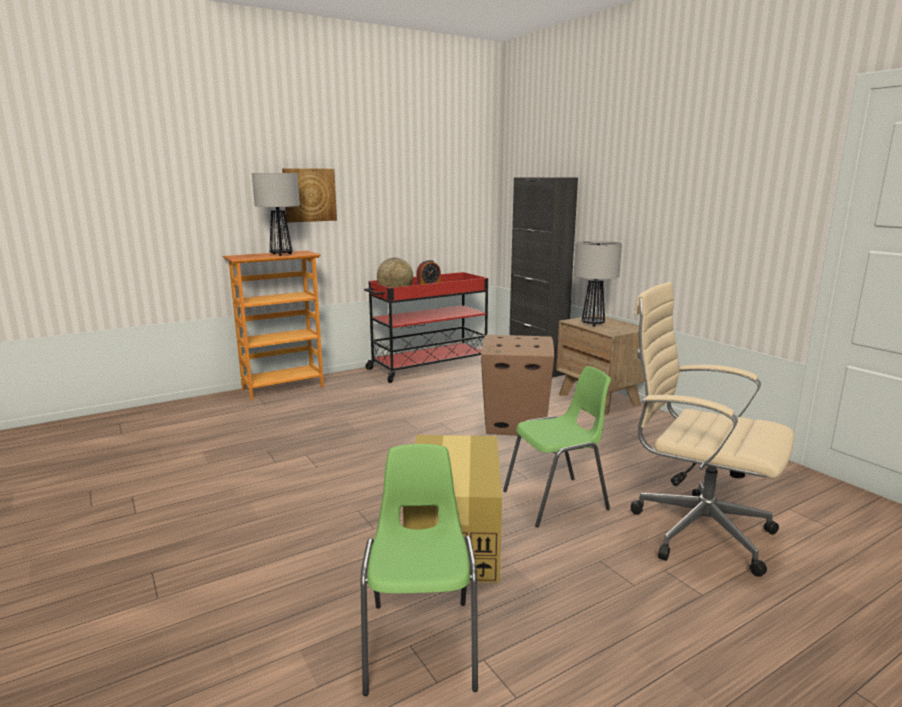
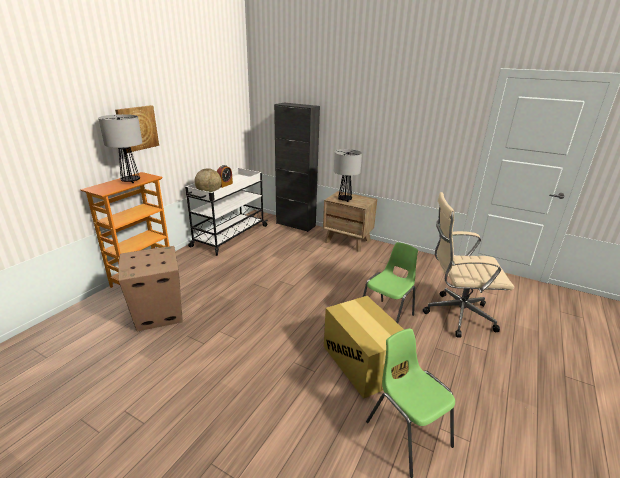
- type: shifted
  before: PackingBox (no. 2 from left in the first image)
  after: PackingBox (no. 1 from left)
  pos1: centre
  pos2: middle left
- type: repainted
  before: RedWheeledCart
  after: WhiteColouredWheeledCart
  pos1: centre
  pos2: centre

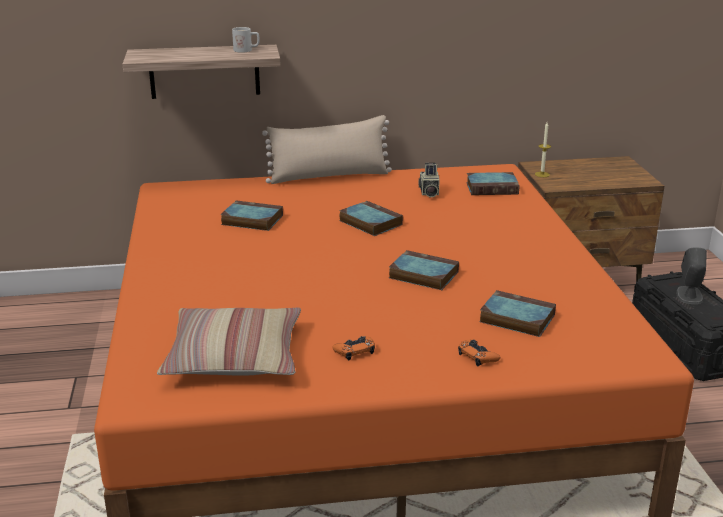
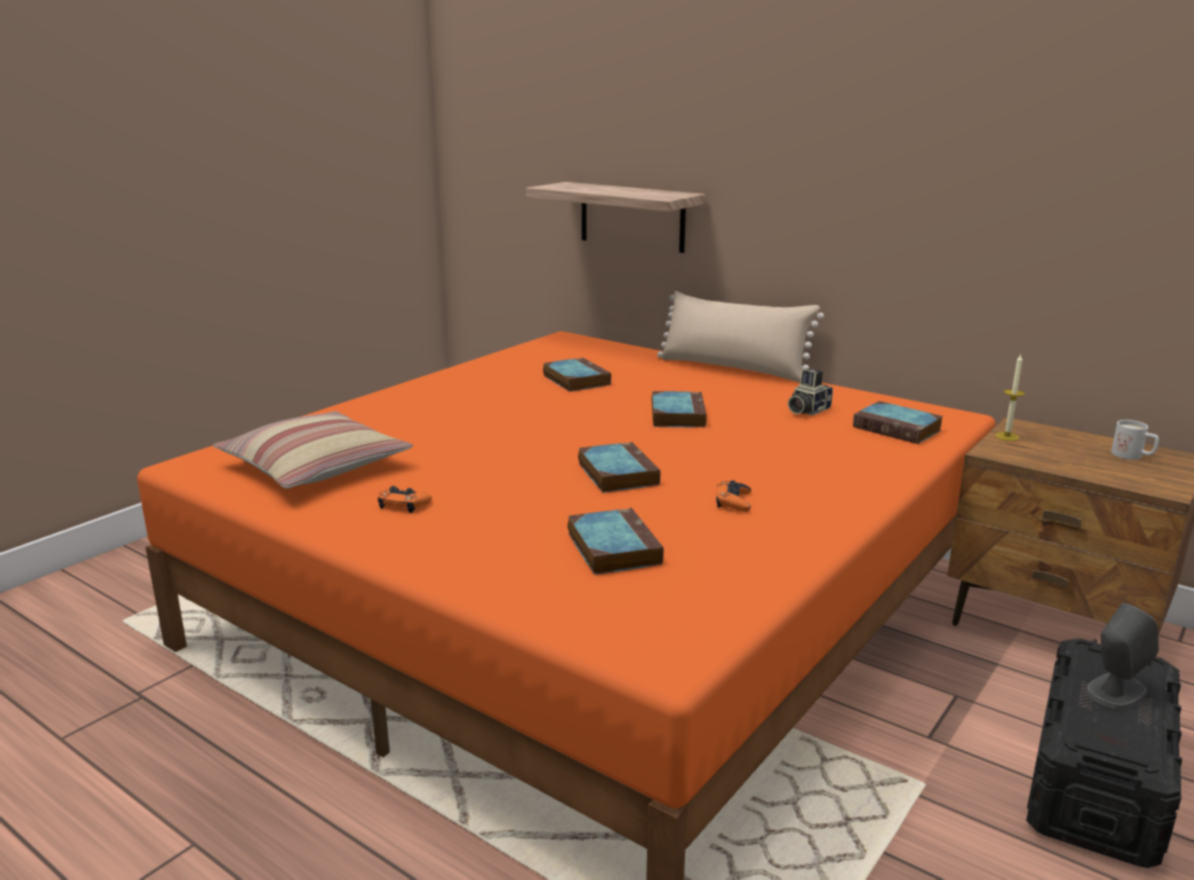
- type: shifted
  before: OrangeGamepad (no. 2 from left)
  pos1: bottom centre
  pos2: centre
- type: shifted
  before: WhiteColouredCoffeeMug
  pos1: top centre
  pos2: middle right

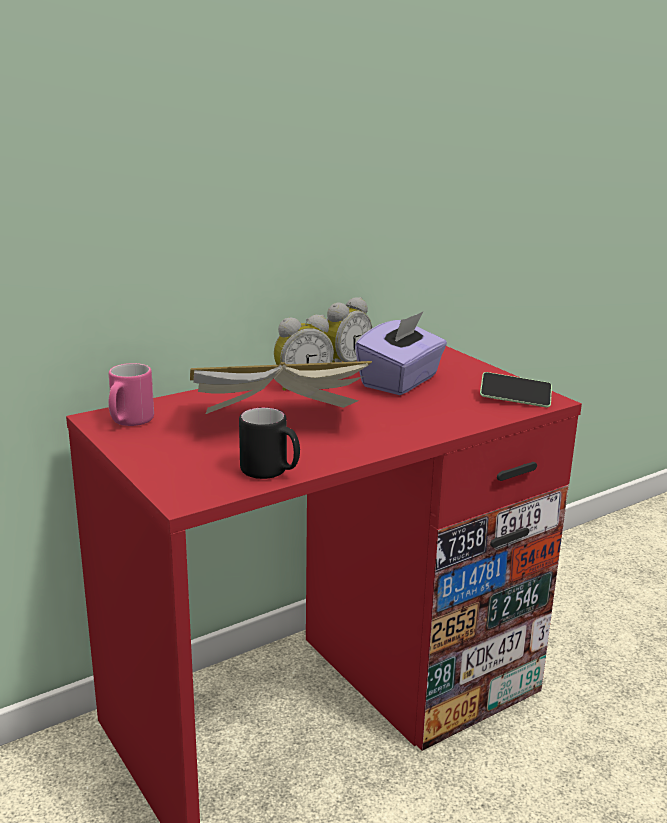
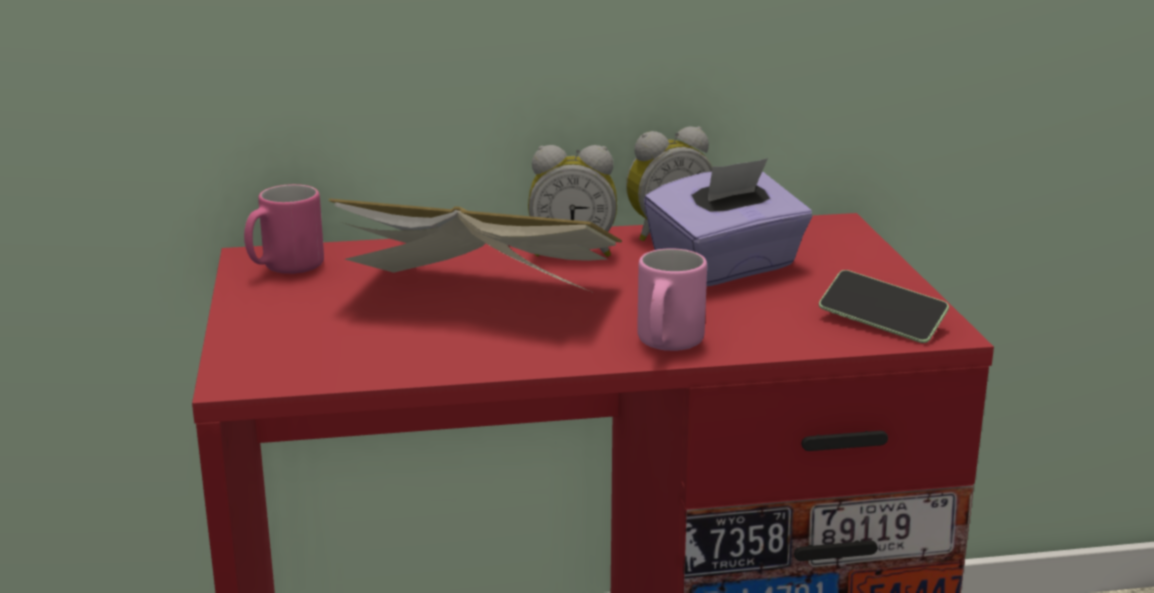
- type: new
  after: PinkColouredCoffeeMug (no. 2 from left)
  pos2: centre
- type: gone
  before: BlackColouredCoffeeMug
  pos1: centre

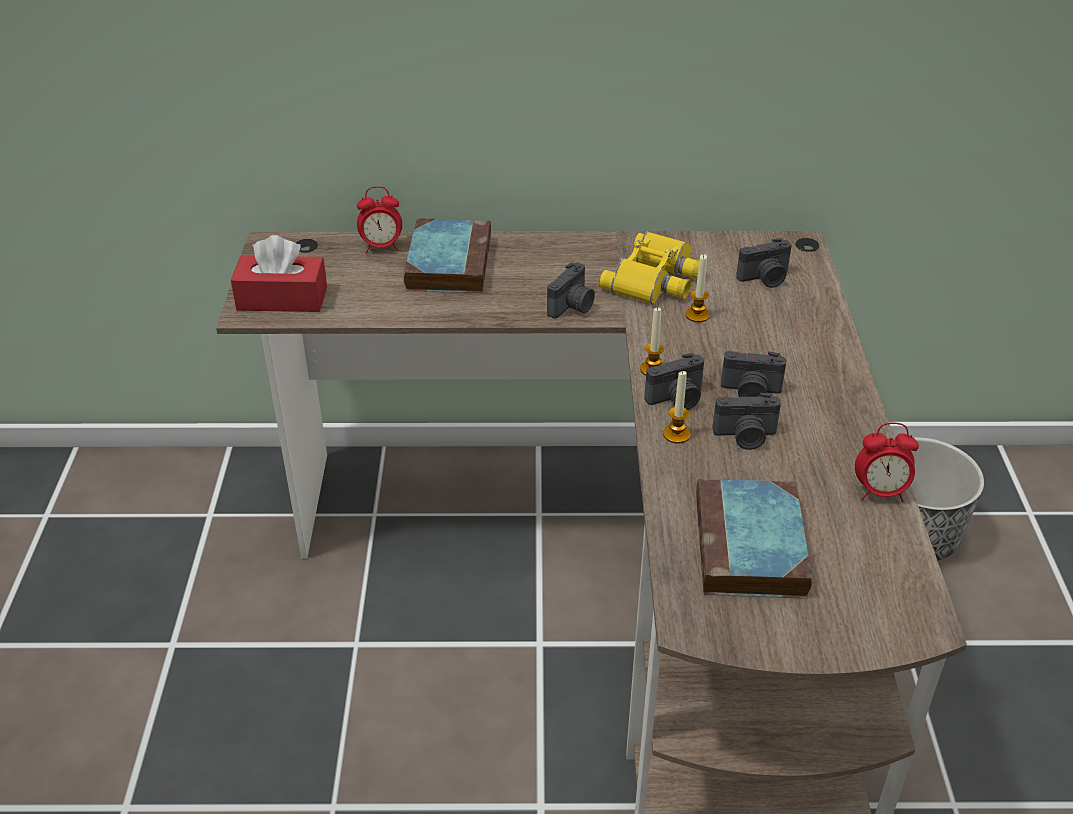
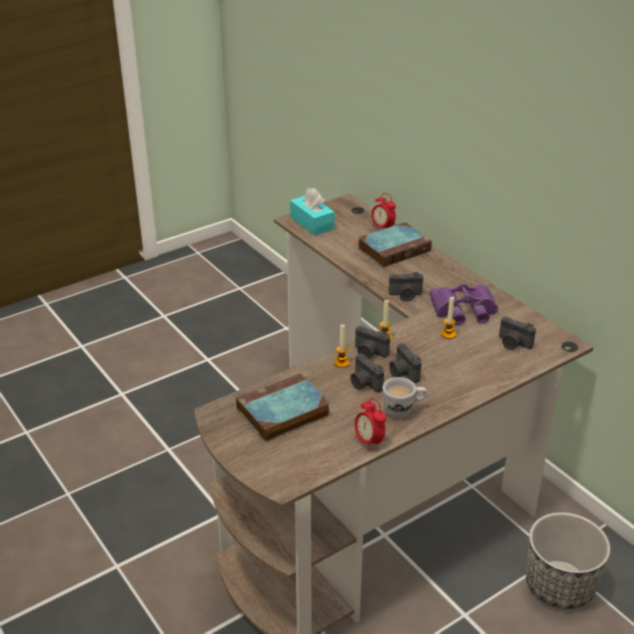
- type: repainted
  before: RedTissueHolder
  after: BlueGreenTissueHolder
  pos1: middle left
  pos2: top centre
- type: new
  after: WhiteColouredCoffeeMug
  pos2: centre
- type: repainted
  before: YellowFieldGlasses
  after: PurpleFieldGlasses
  pos1: top centre
  pos2: middle right

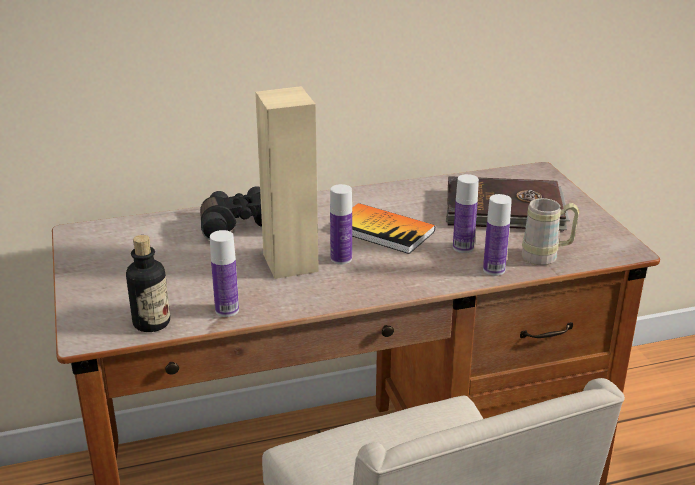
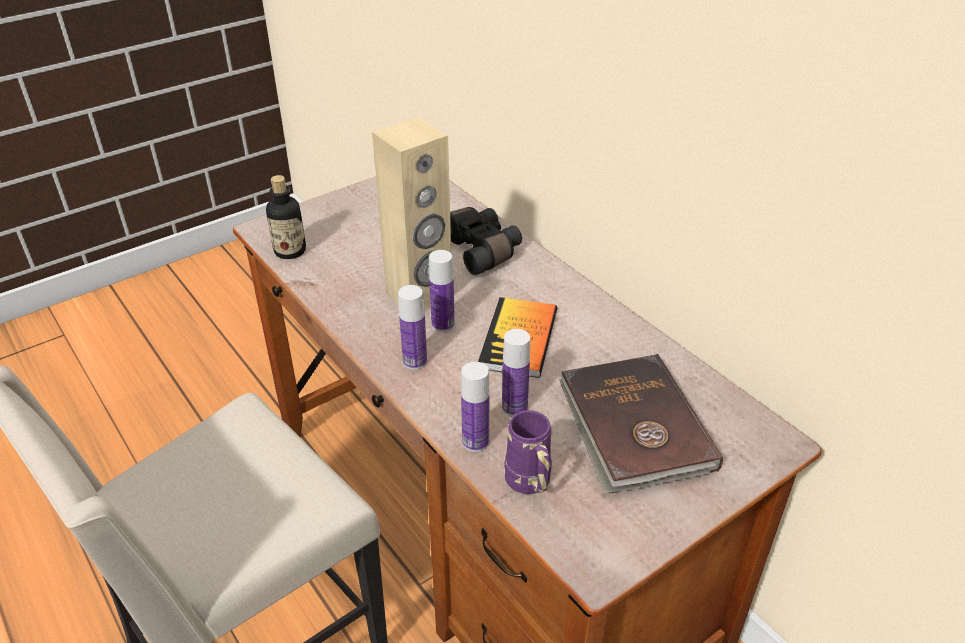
- type: shifted
  before: Bottle (no. 2 from left)
  pos1: middle left
  pos2: centre
- type: repainted
  before: BeigeColouredCoffeeMug
  after: PurpleCoffeeMug
  pos1: middle right
  pos2: bottom centre

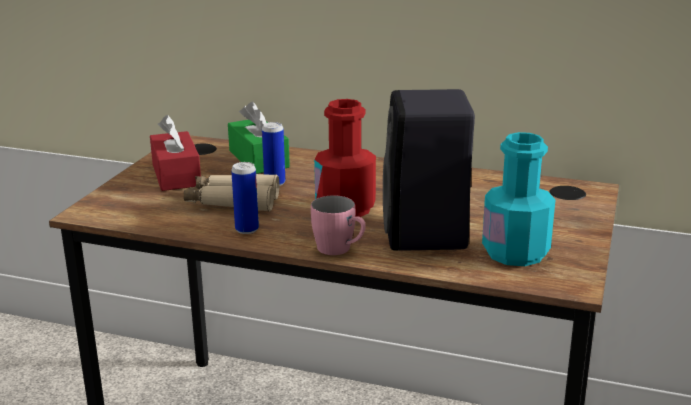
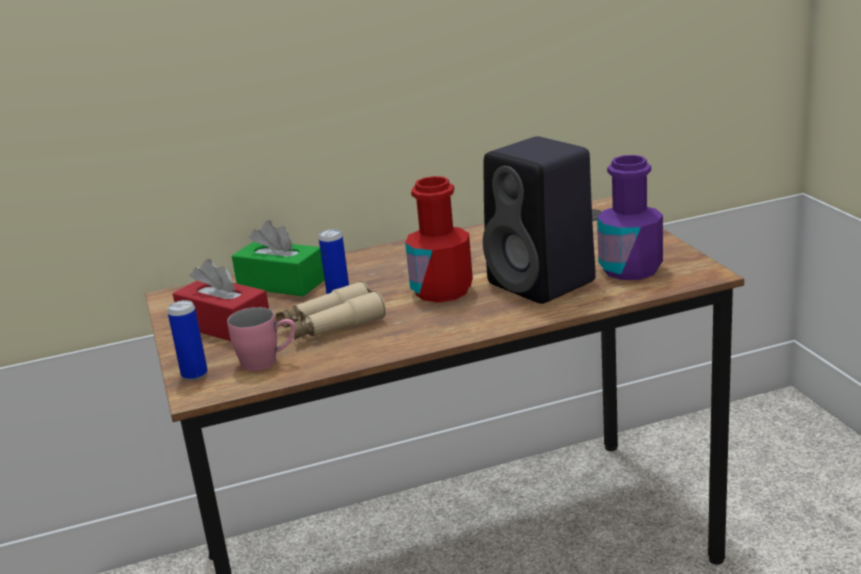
- type: shifted
  before: MetalCan (no. 1 from left)
  pos1: centre
  pos2: middle left
- type: shifted
  before: PinkColouredCoffeeMug
  pos1: centre
  pos2: middle left
- type: repainted
  before: BlueGreenBottle
  after: PurpleBottle
  pos1: middle right
  pos2: middle right

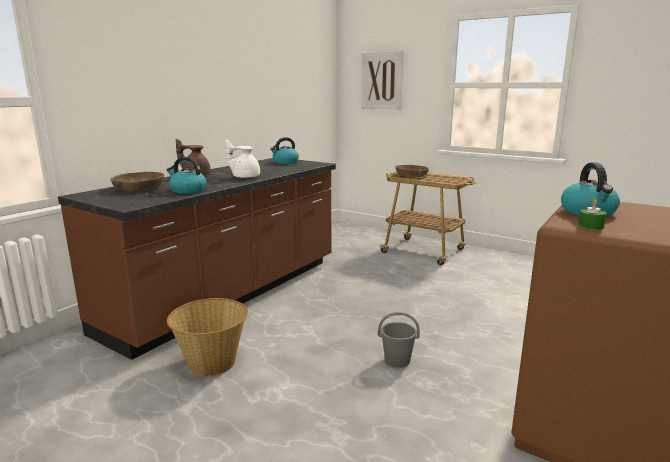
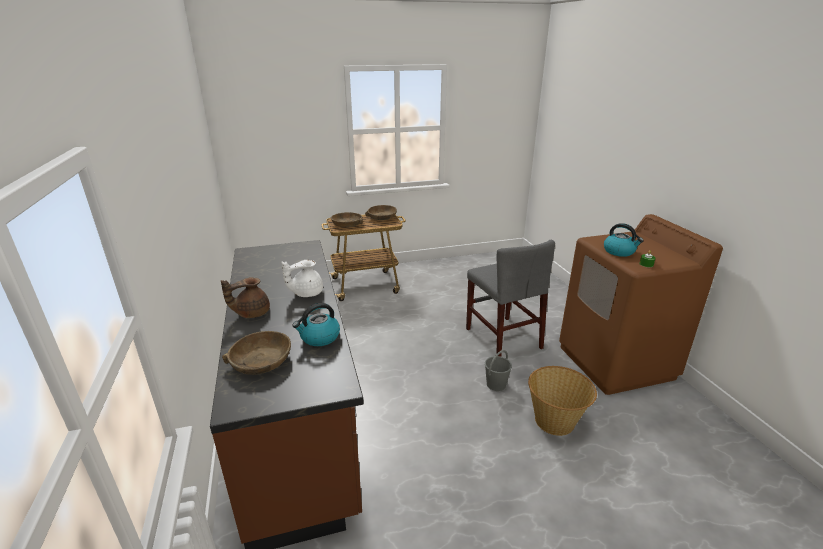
- type: new
  after: BrownServingBowl (no. 3 from left)
  pos2: centre
- type: new
  after: GreyPlainChair
  pos2: centre
- type: shifted
  before: StorageBasket
  pos1: bottom left
  pos2: bottom right
- type: gone
  before: Kettle (no. 2 from left)
  pos1: top centre
- type: gone
  before: Picture
  pos1: top centre

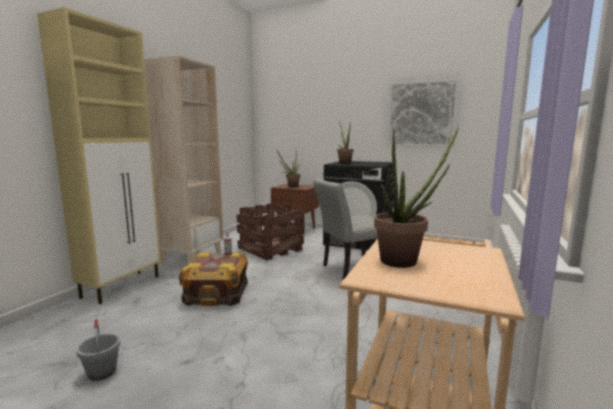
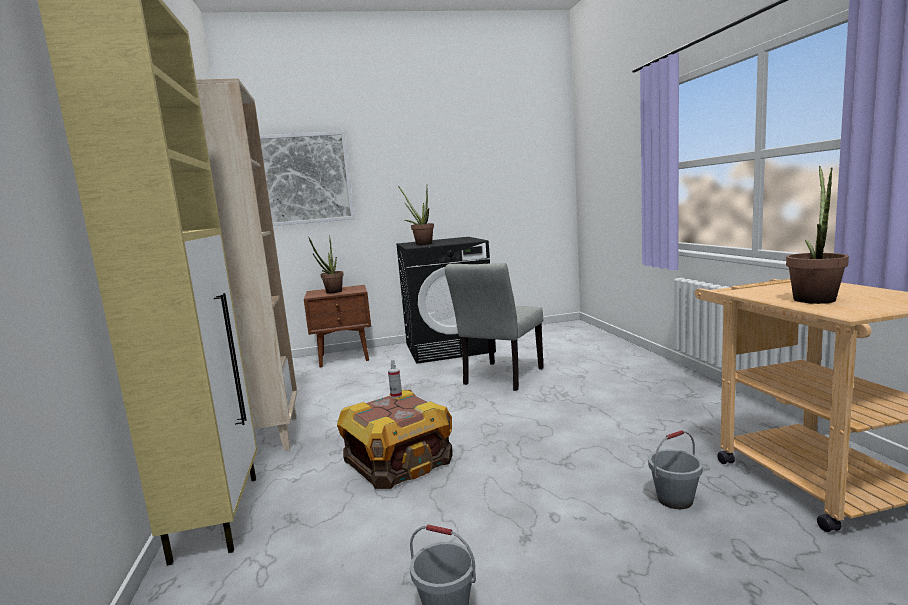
- type: shifted
  before: Picture
  pos1: top right
  pos2: top centre
- type: new
  after: GreyBucket (no. 2 from left)
  pos2: bottom right
- type: gone
  before: Crate (no. 2 from left)
  pos1: centre

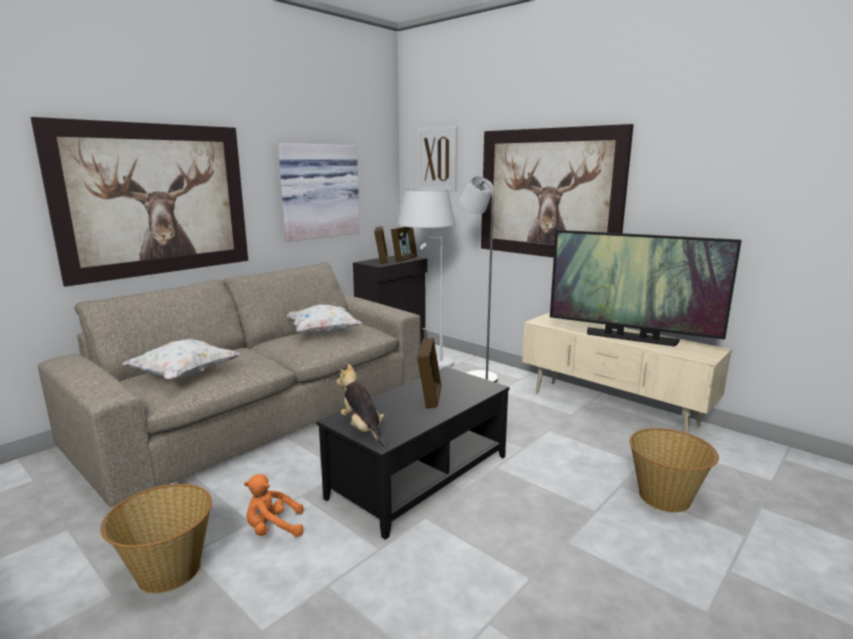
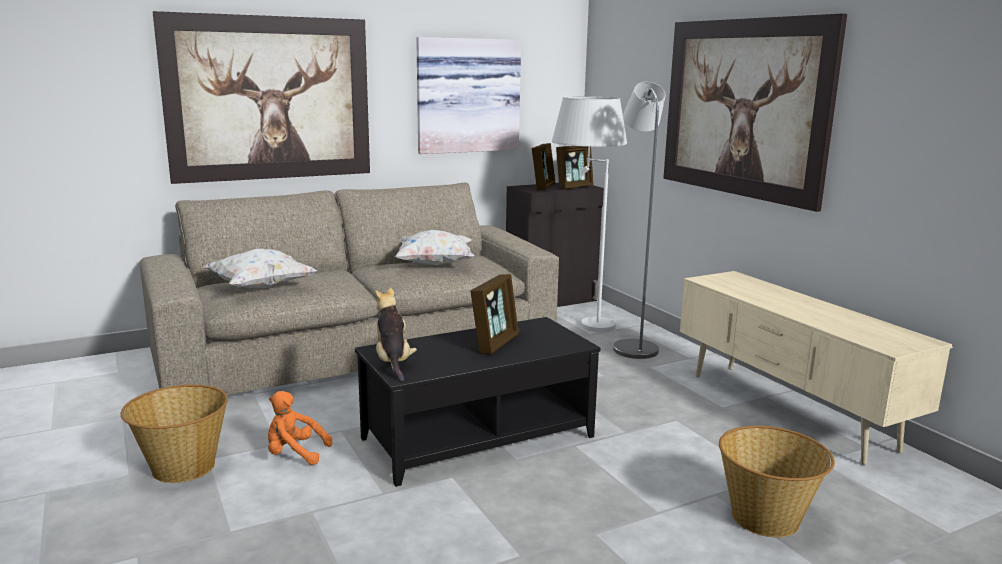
- type: gone
  before: Picture (no. 3 from left)
  pos1: top centre
- type: gone
  before: Television
  pos1: middle right

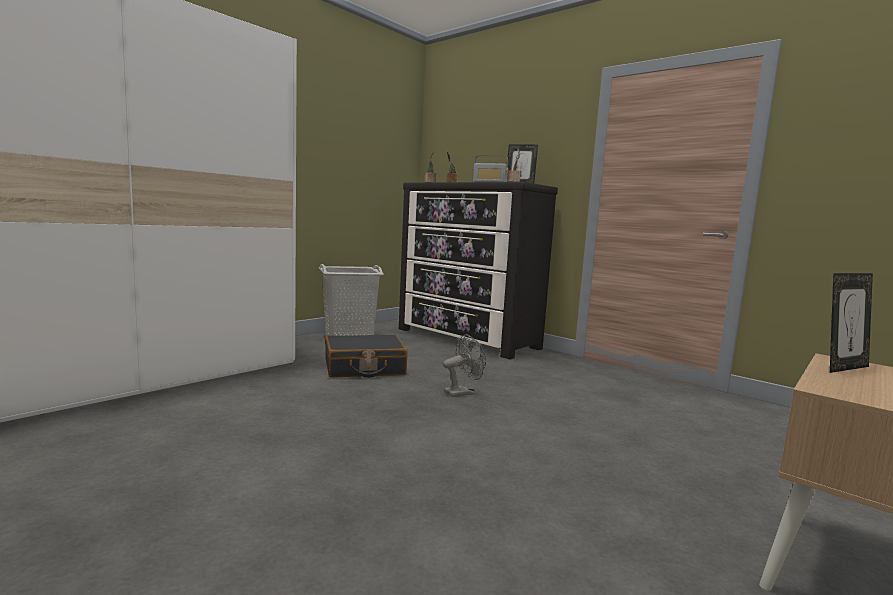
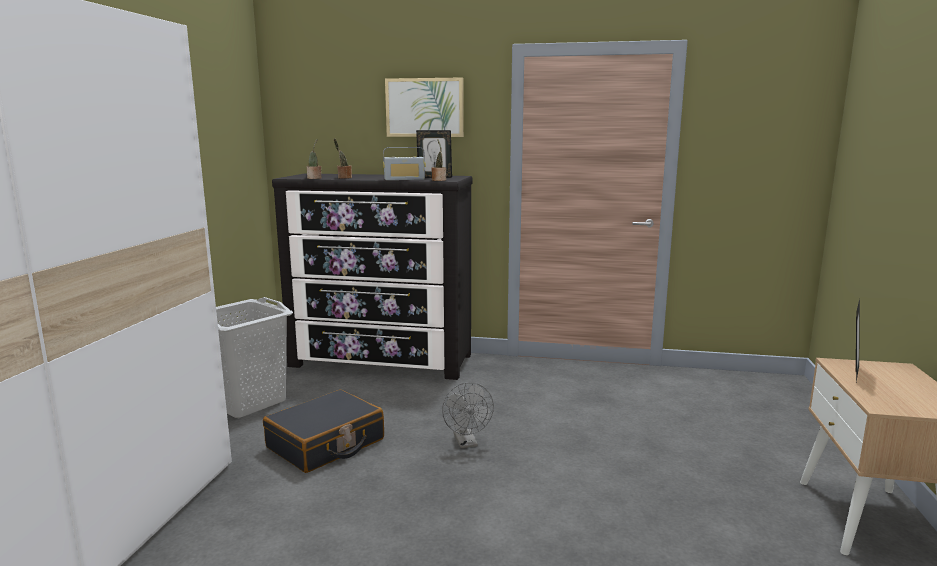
- type: new
  after: Picture
  pos2: top centre
- type: rotated
  before: GreyFan
  pos1: centre
  pos2: bottom centre
  turn: 135

